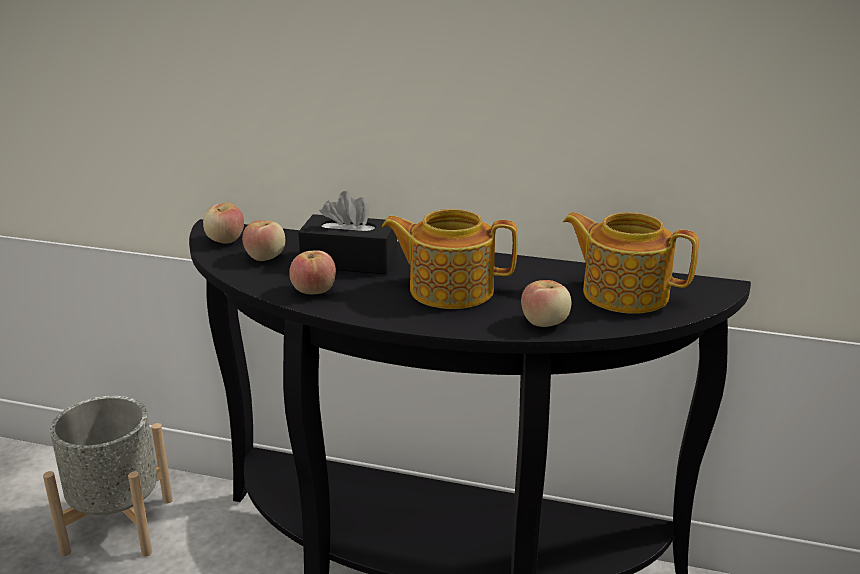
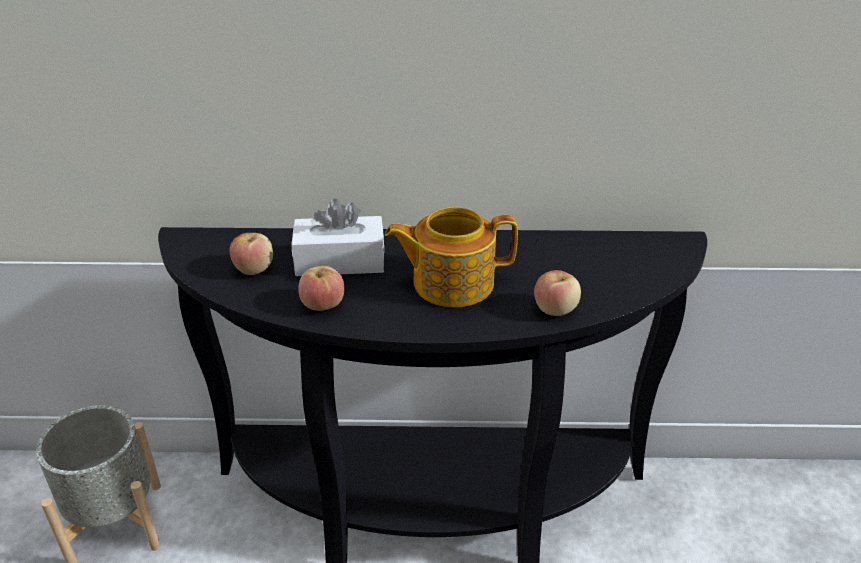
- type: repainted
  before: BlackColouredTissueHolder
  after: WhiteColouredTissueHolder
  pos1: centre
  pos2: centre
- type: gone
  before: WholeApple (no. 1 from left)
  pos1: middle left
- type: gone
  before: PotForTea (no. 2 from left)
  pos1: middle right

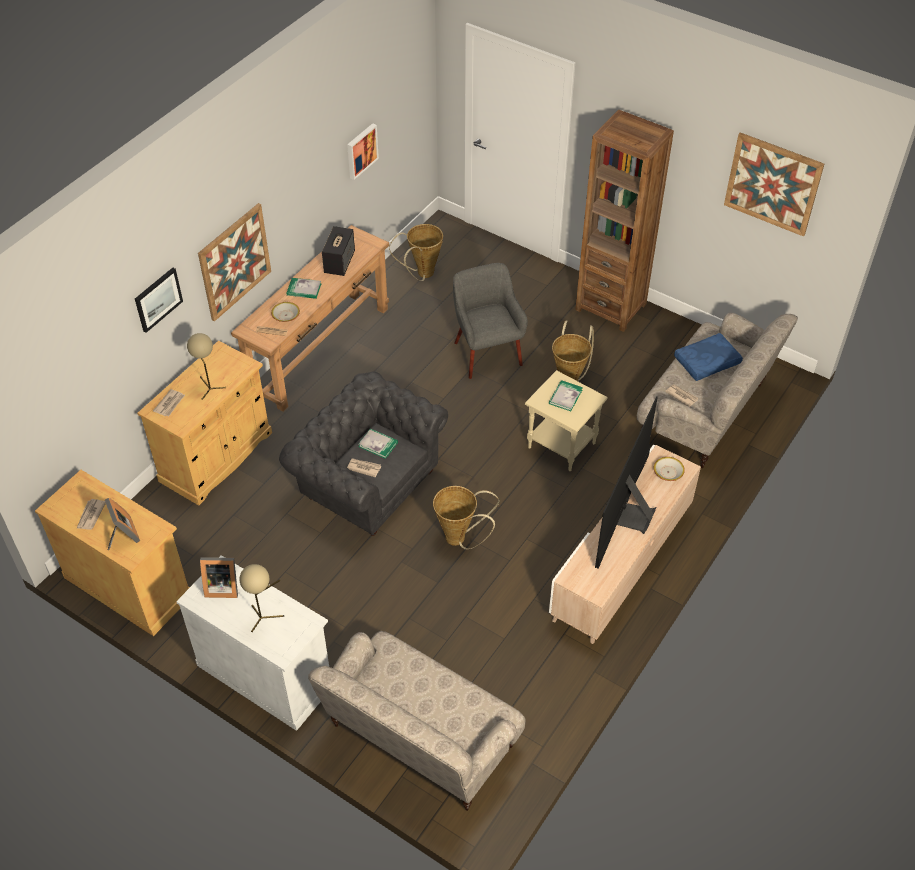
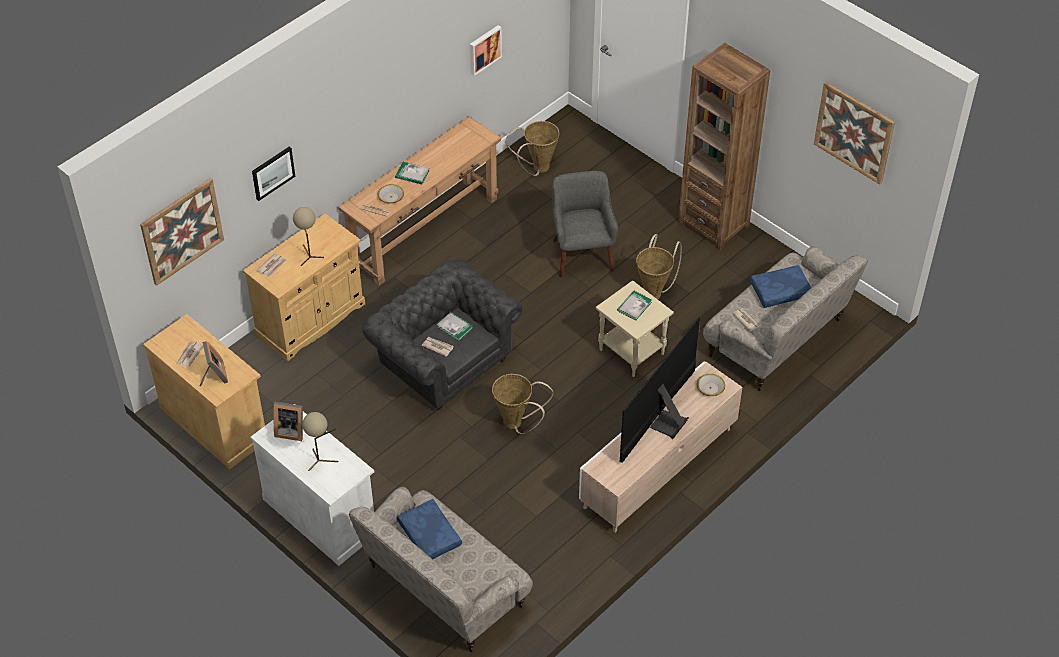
- type: shifted
  before: Picture (no. 2 from left in the first image)
  after: Picture (no. 1 from left)
  pos1: top left
  pos2: middle left
- type: new
  after: BluishPillow (no. 1 from left)
  pos2: bottom centre
- type: gone
  before: Loudspeaker
  pos1: top centre

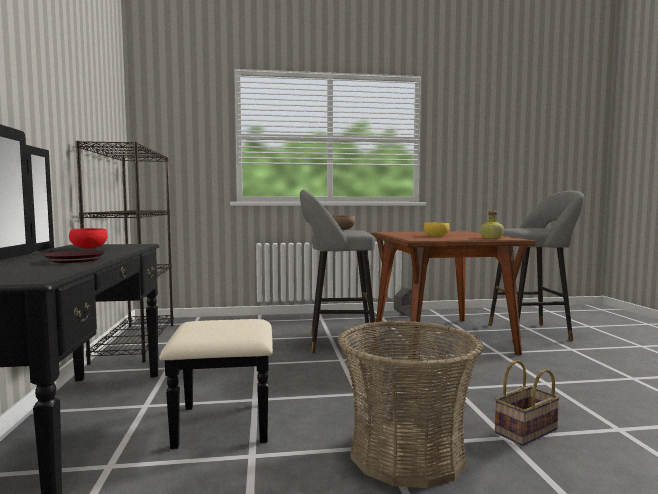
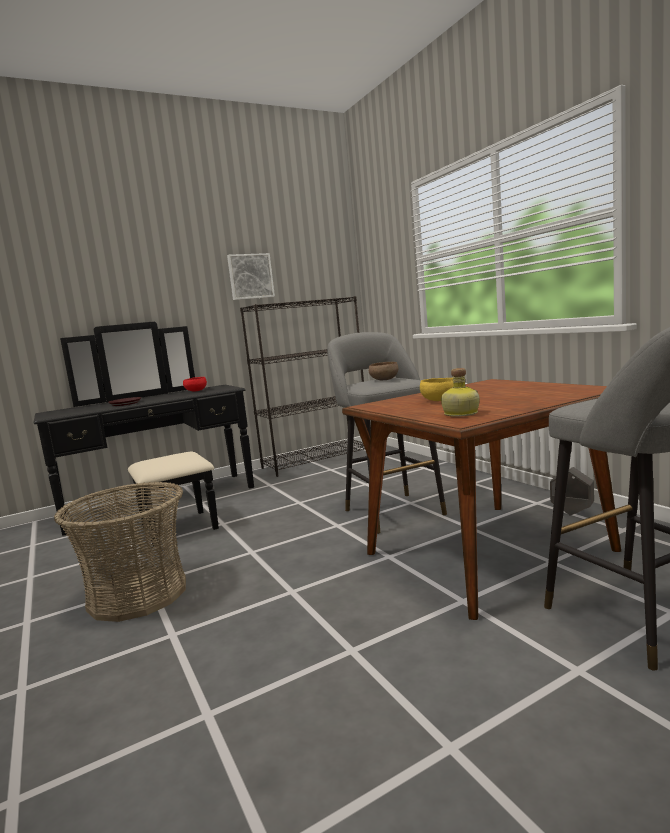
- type: new
  after: Picture
  pos2: top centre
- type: gone
  before: StorageBasket (no. 2 from left)
  pos1: bottom right

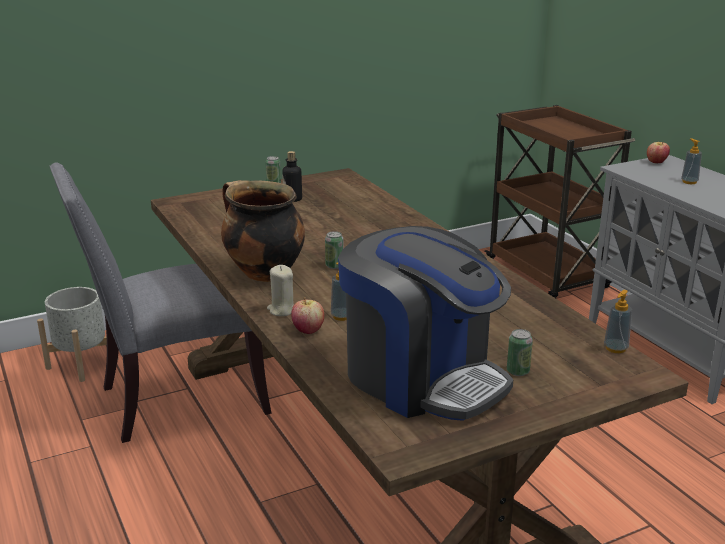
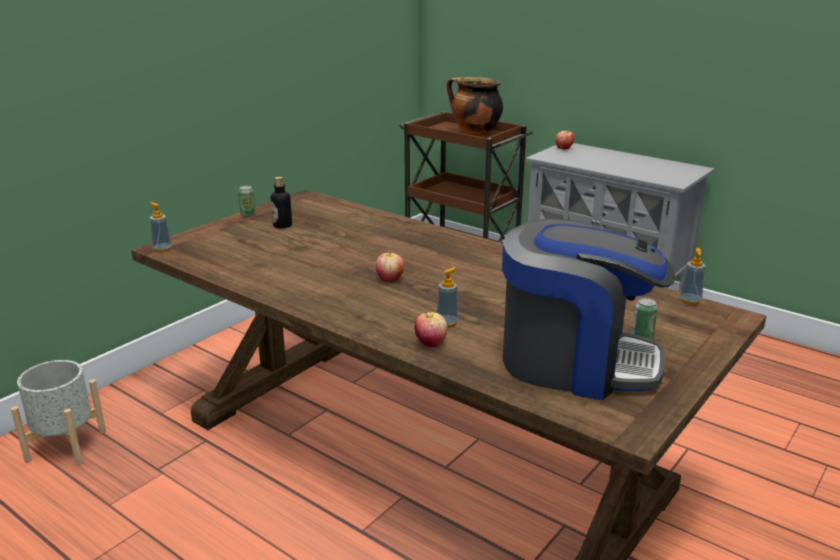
- type: shifted
  before: SoapBottle (no. 3 from left in the first image)
  after: SoapBottle (no. 1 from left)
  pos1: top right
  pos2: middle left
- type: swapped
  before: MetalCan (no. 2 from left)
  after: WholeApple (no. 1 from left)
  pos1: centre
  pos2: centre
- type: shifted
  before: CookingPot
  pos1: centre
  pos2: top centre
- type: gone
  before: GreyPlainChair
  pos1: middle left
- type: gone
  before: BeigeColouredWaxLight
  pos1: centre

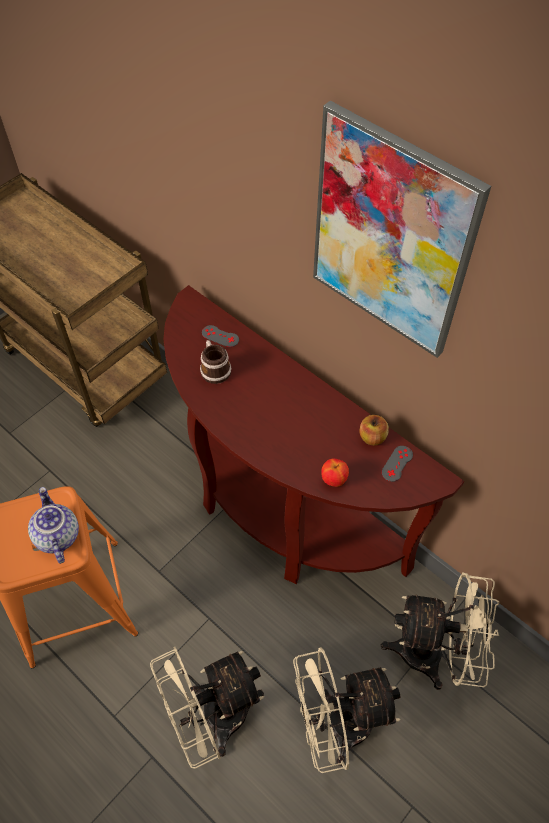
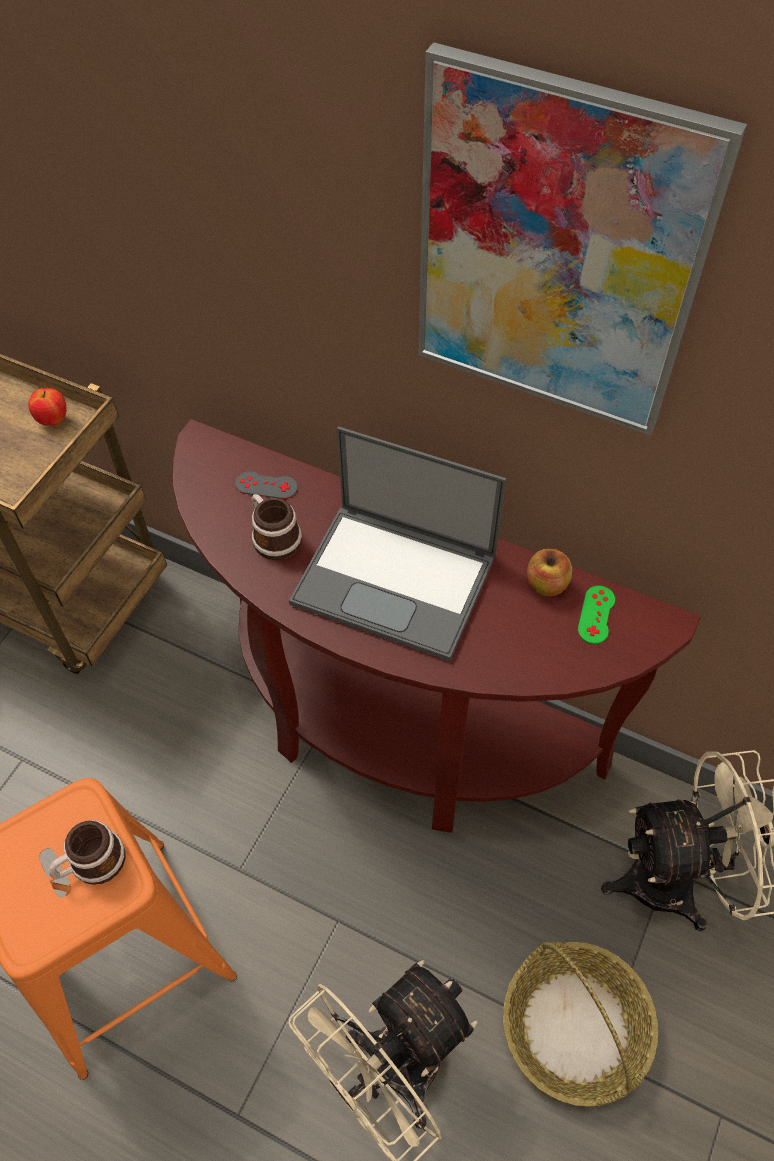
- type: shifted
  before: WholeApple (no. 1 from left)
  pos1: centre
  pos2: middle left
- type: swapped
  before: PotForTea
  after: CoffeeMug (no. 1 from left)
  pos1: middle left
  pos2: bottom left
- type: new
  after: Laptop
  pos2: centre
- type: swapped
  before: BeigeColouredFan (no. 2 from left)
  after: StorageBasket
  pos1: bottom centre
  pos2: bottom right
- type: repainted
  before: GreyGamepad (no. 2 from left)
  after: GreenGamepad
  pos1: middle right
  pos2: middle right

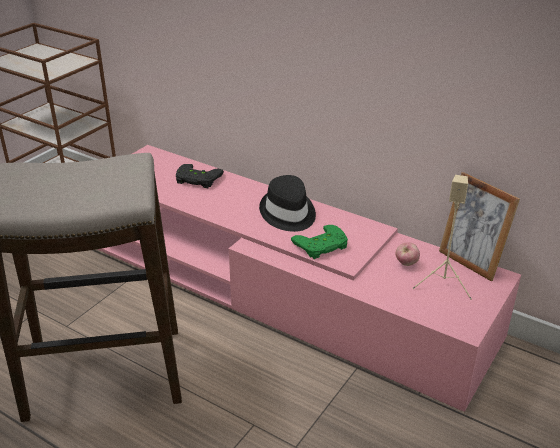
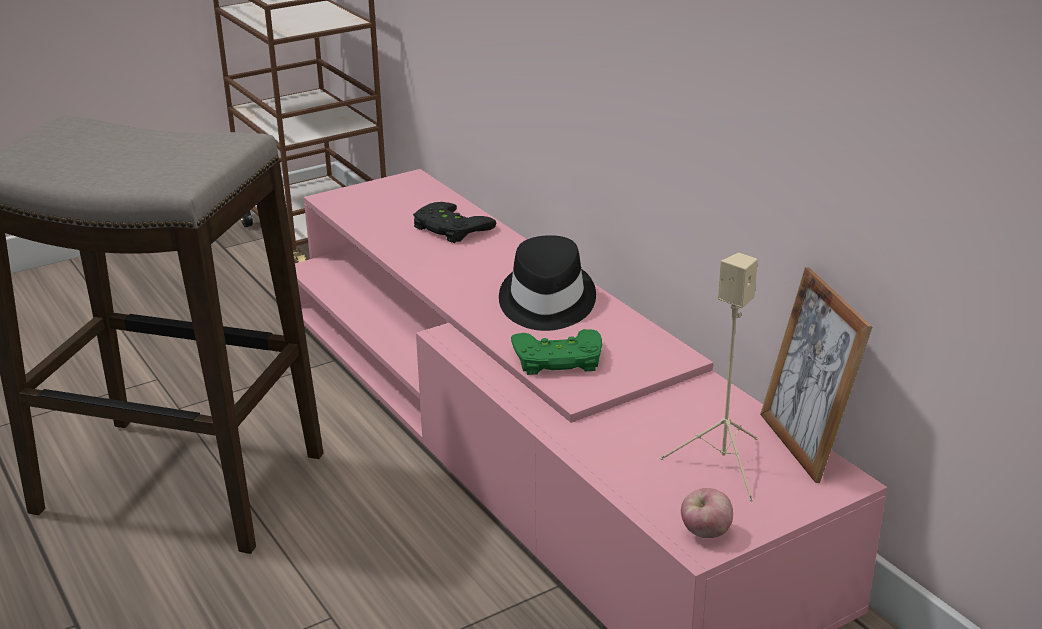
- type: shifted
  before: WholeApple
  pos1: middle right
  pos2: bottom right

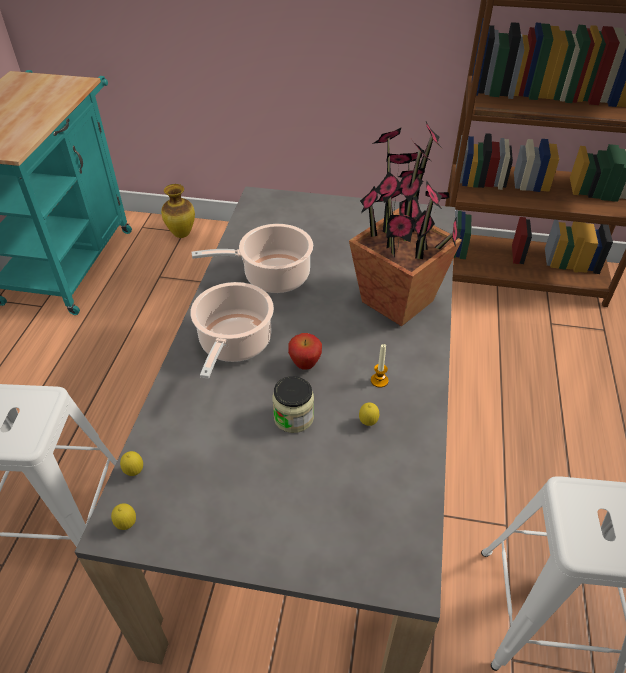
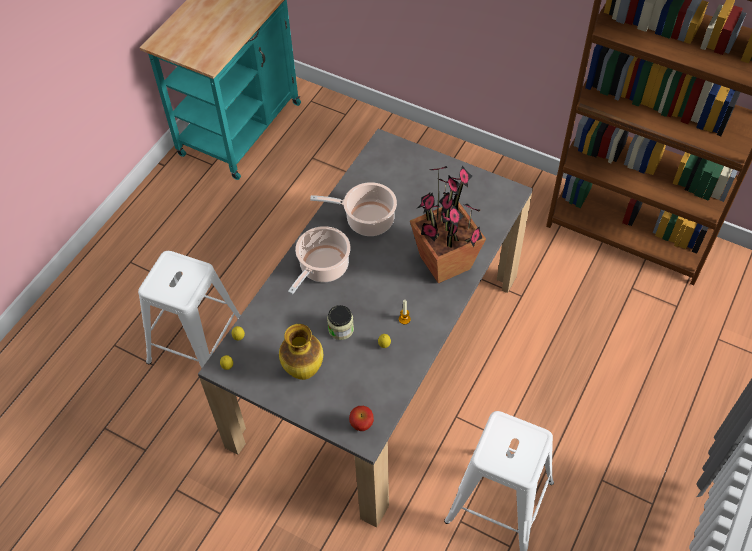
- type: shifted
  before: Vase
  pos1: top left
  pos2: centre
- type: shifted
  before: WholeApple
  pos1: centre
  pos2: bottom centre

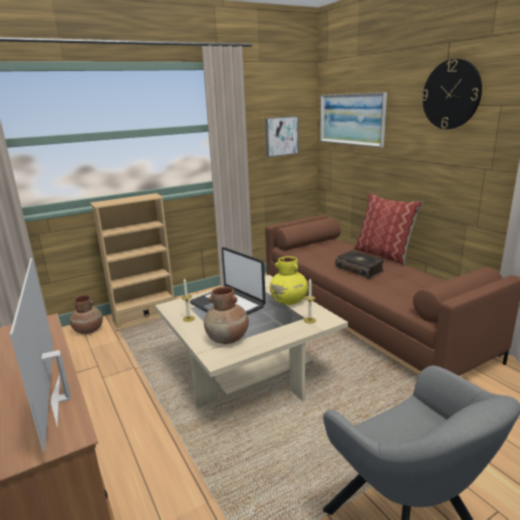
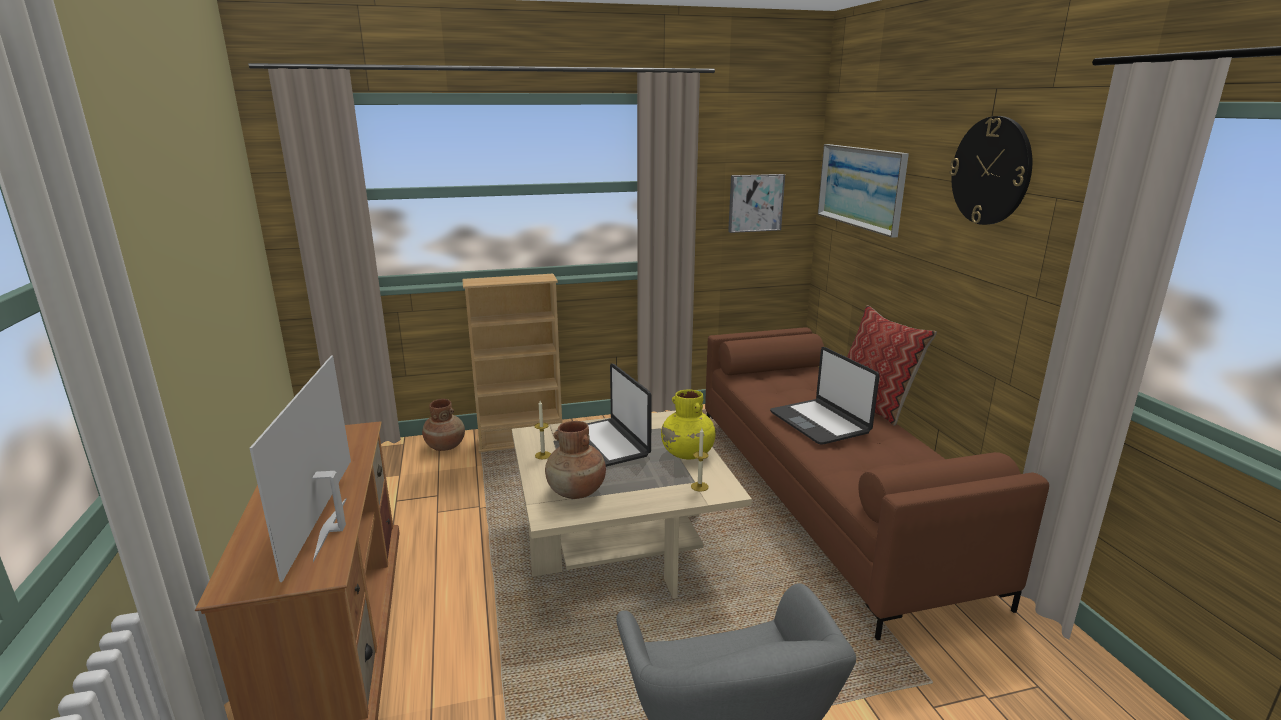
- type: swapped
  before: Book
  after: Laptop (no. 2 from left)
  pos1: middle right
  pos2: centre

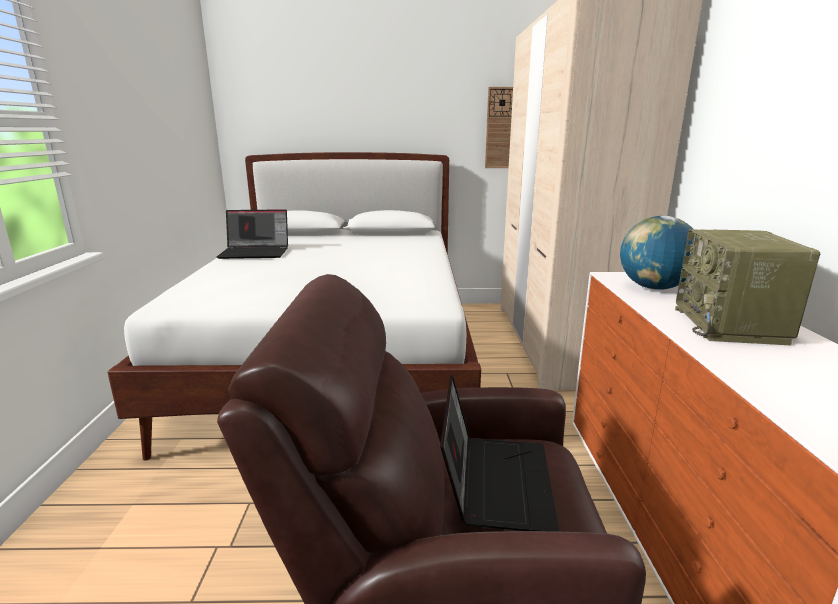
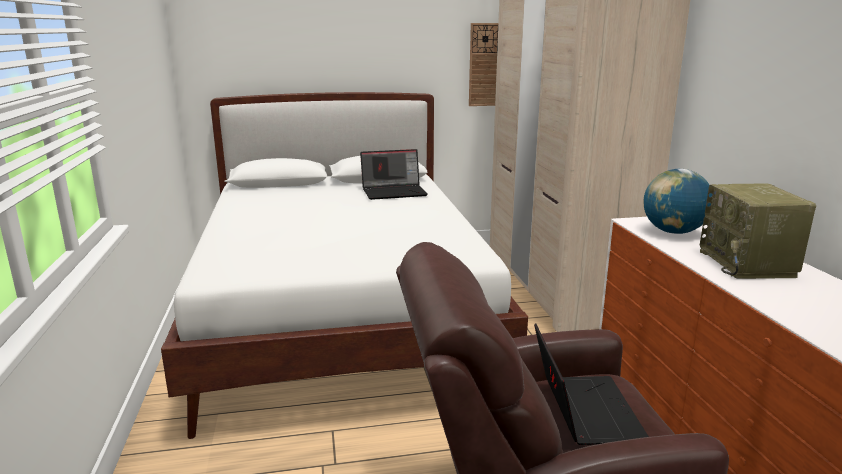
- type: shifted
  before: Laptop (no. 1 from left)
  pos1: middle left
  pos2: centre

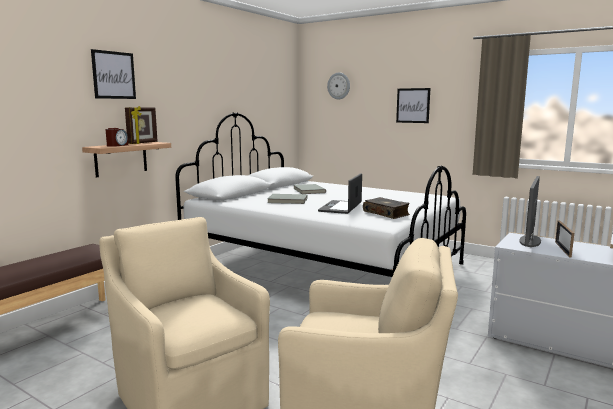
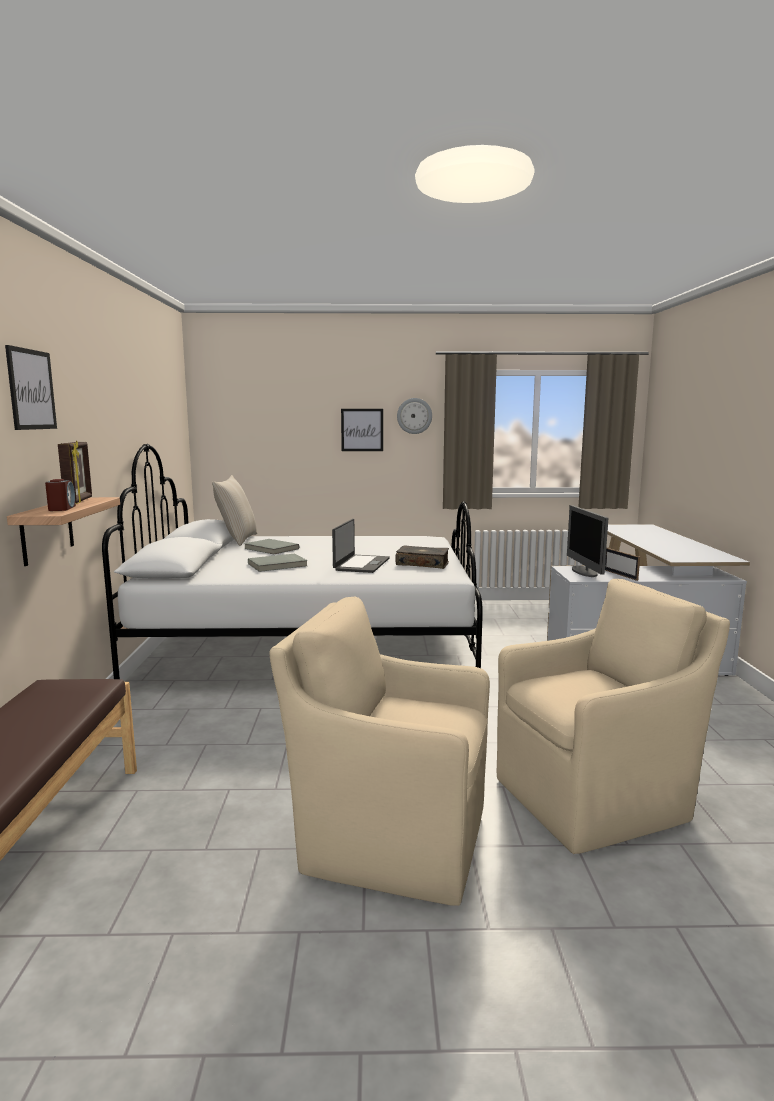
- type: new
  after: BeigeColouredPillow
  pos2: middle left
- type: rotated
  before: Laptop
  pos1: centre
  pos2: centre
  turn: -150
- type: shifted
  before: HangingClock
  pos1: top centre
  pos2: centre

